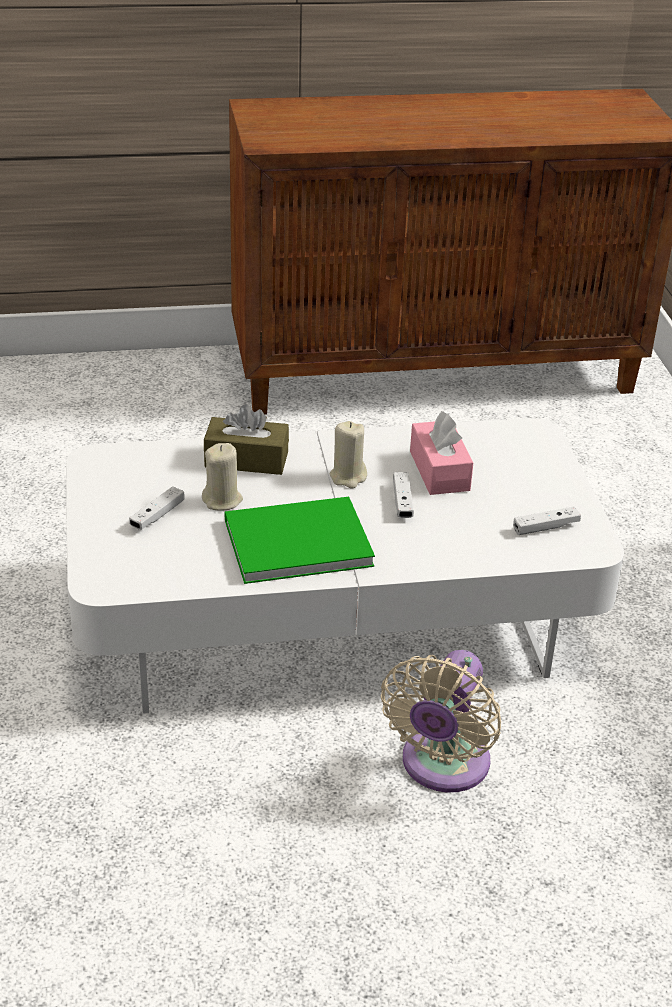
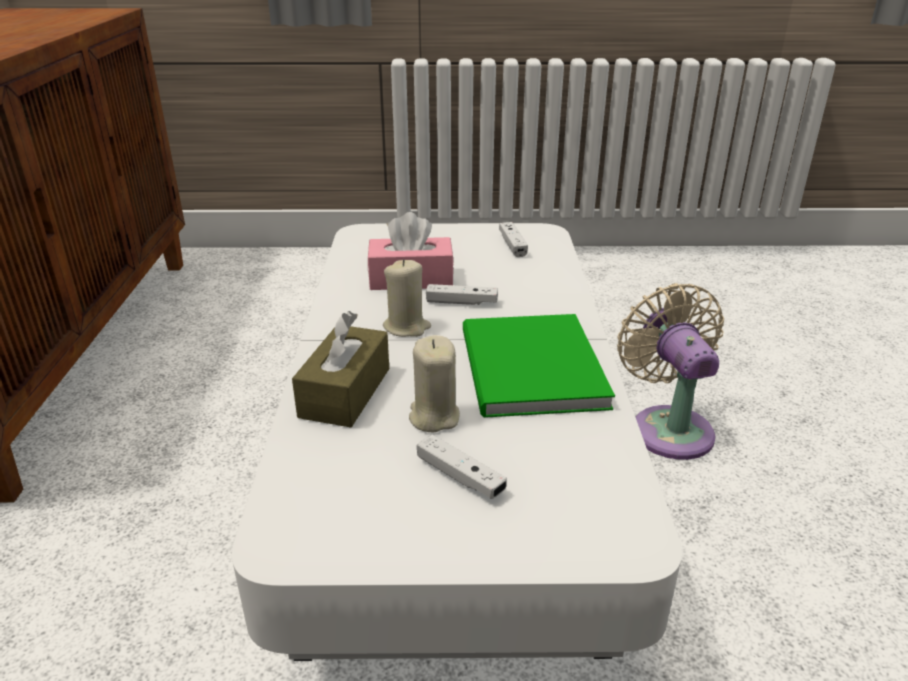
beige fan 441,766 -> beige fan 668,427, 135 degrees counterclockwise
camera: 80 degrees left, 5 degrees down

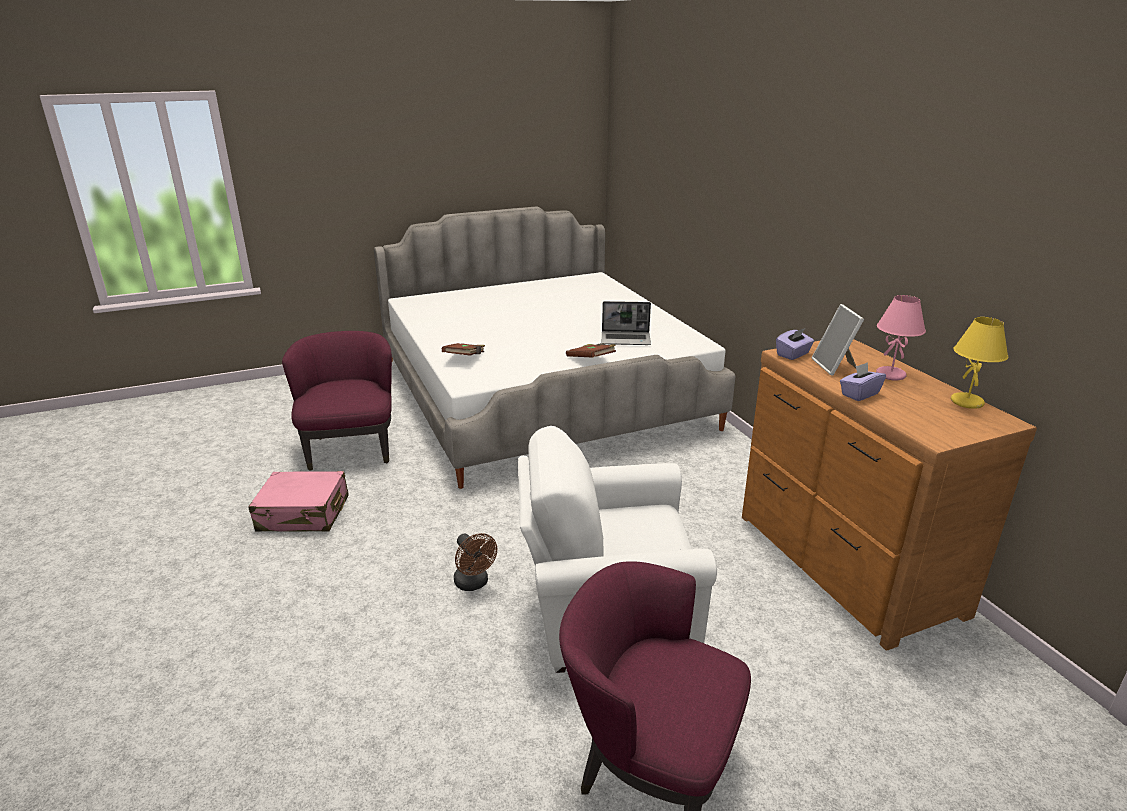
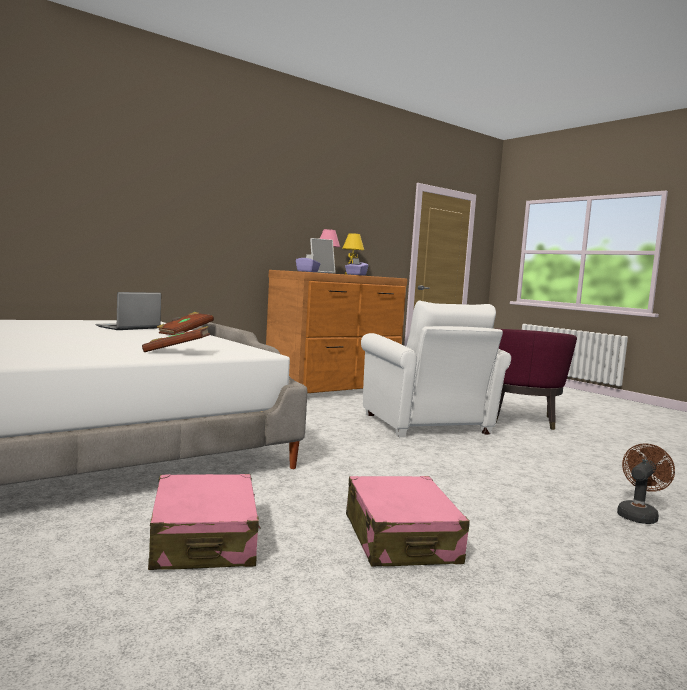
brown fan 474,584 -> brown fan 638,515, move
purple armchair 351,448 -> pink suitcase 204,541
laptop 626,339 -> laptop 128,327, 135 degrees counterclockwise
camera: 105 degrees left, 20 degrees down

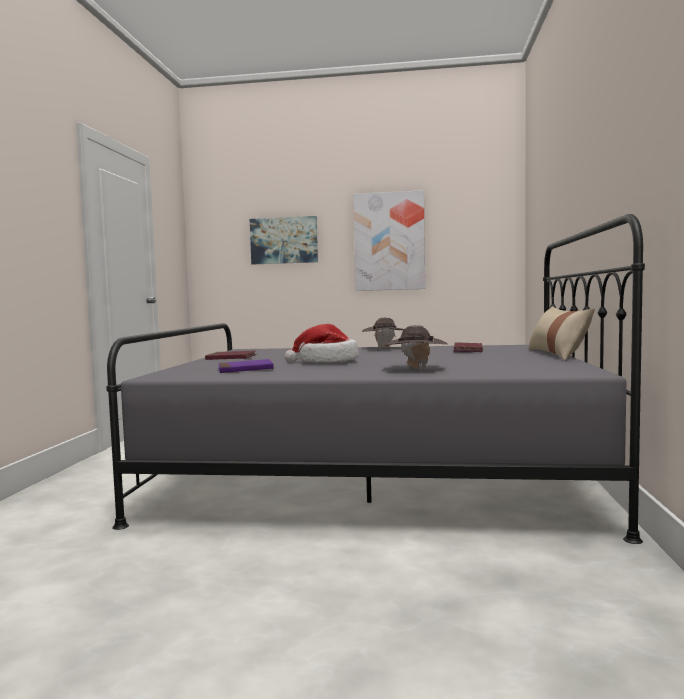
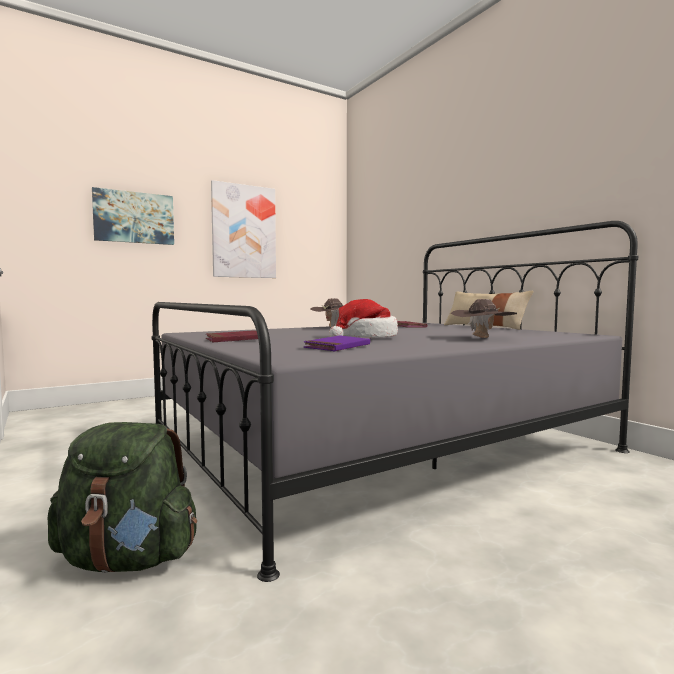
none -> green backpack 128,559
camera: 40 degrees left, 0 degrees up

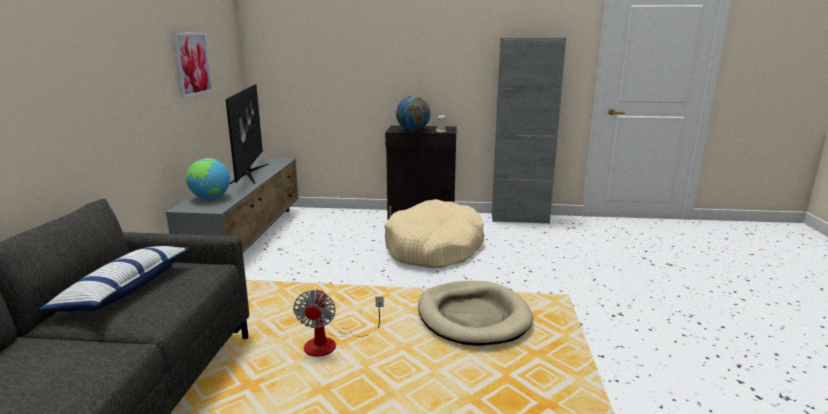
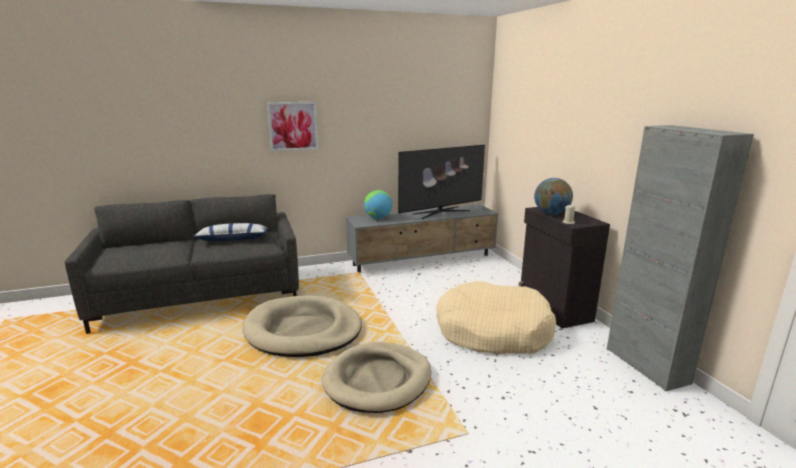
picture 192,64 -> picture 293,126, move
fan 331,344 -> beige dog bed 303,330
camera: 65 degrees right, 0 degrees up

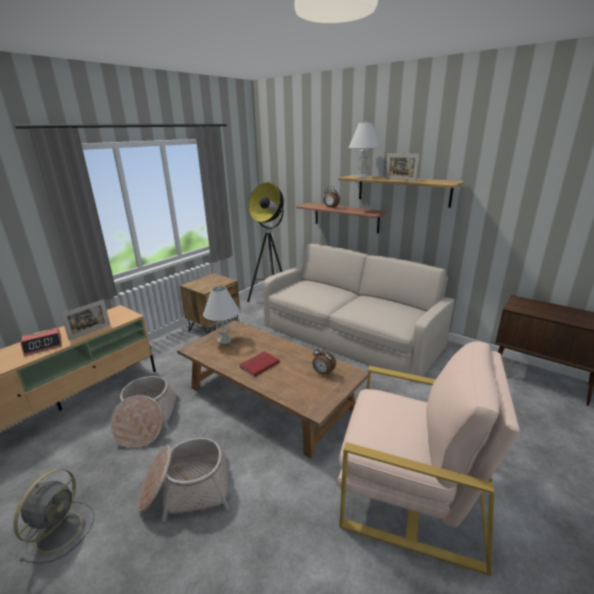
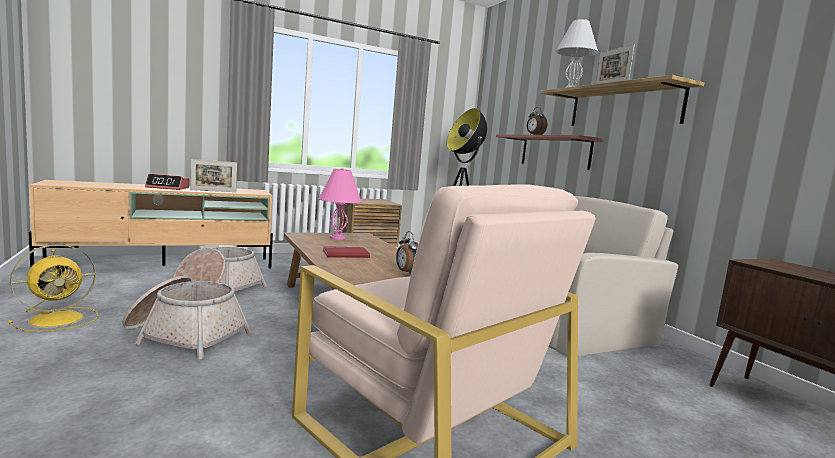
grey fan 60,529 -> yellow fan 59,319
white table lamp 224,340 -> pink table lamp 337,238
camera: 25 degrees right, 15 degrees down

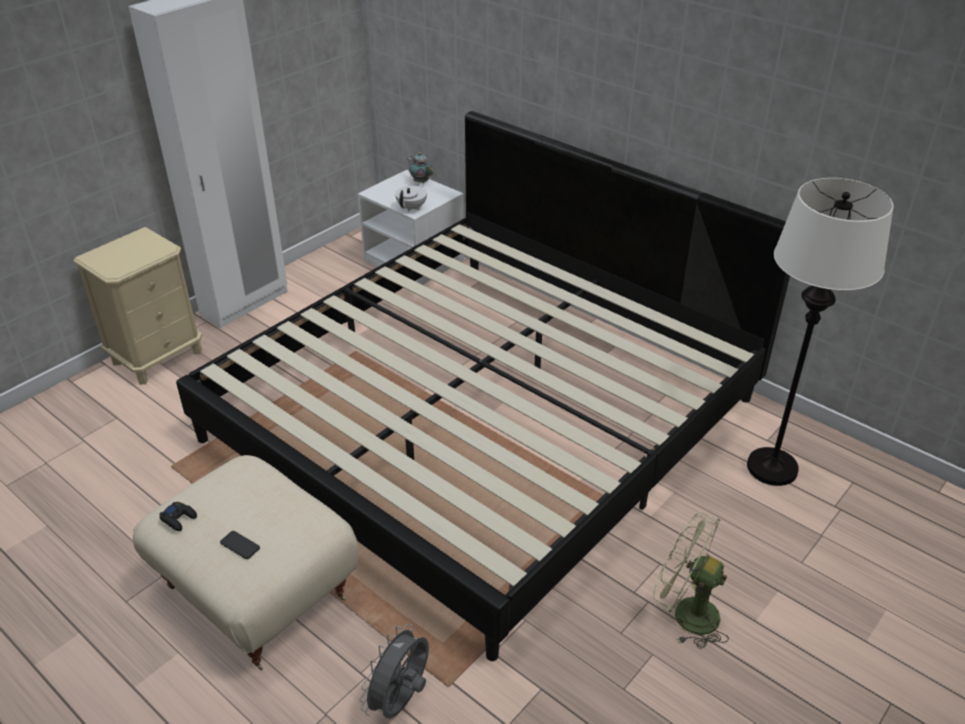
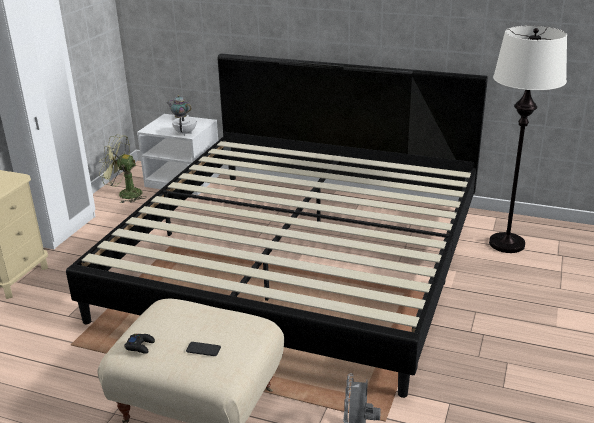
green fan 685,613 -> green fan 125,194, move
camera: 20 degrees left, 10 degrees down

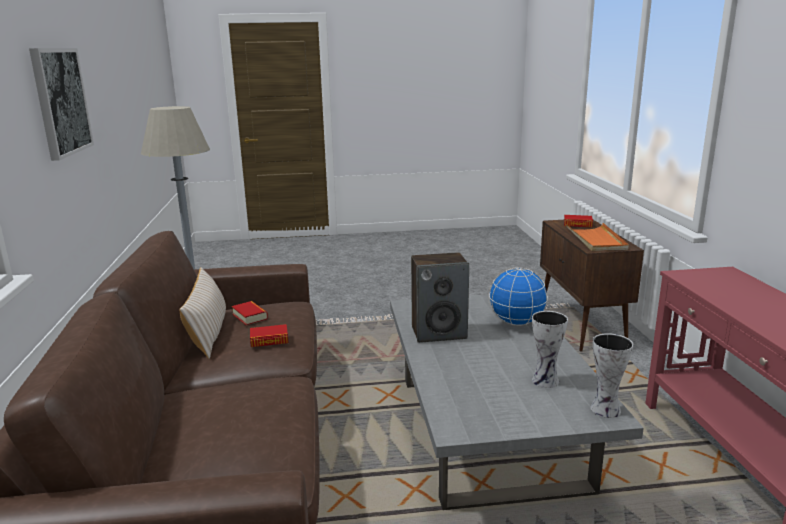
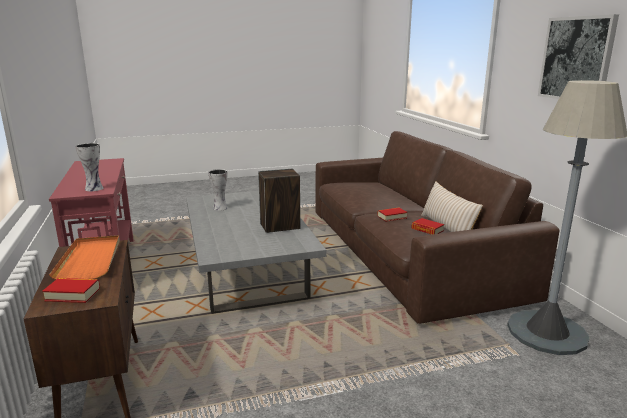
globe 516,322 -> none
vase 604,410 -> vase 95,188, move
camera: 170 degrees right, 0 degrees up

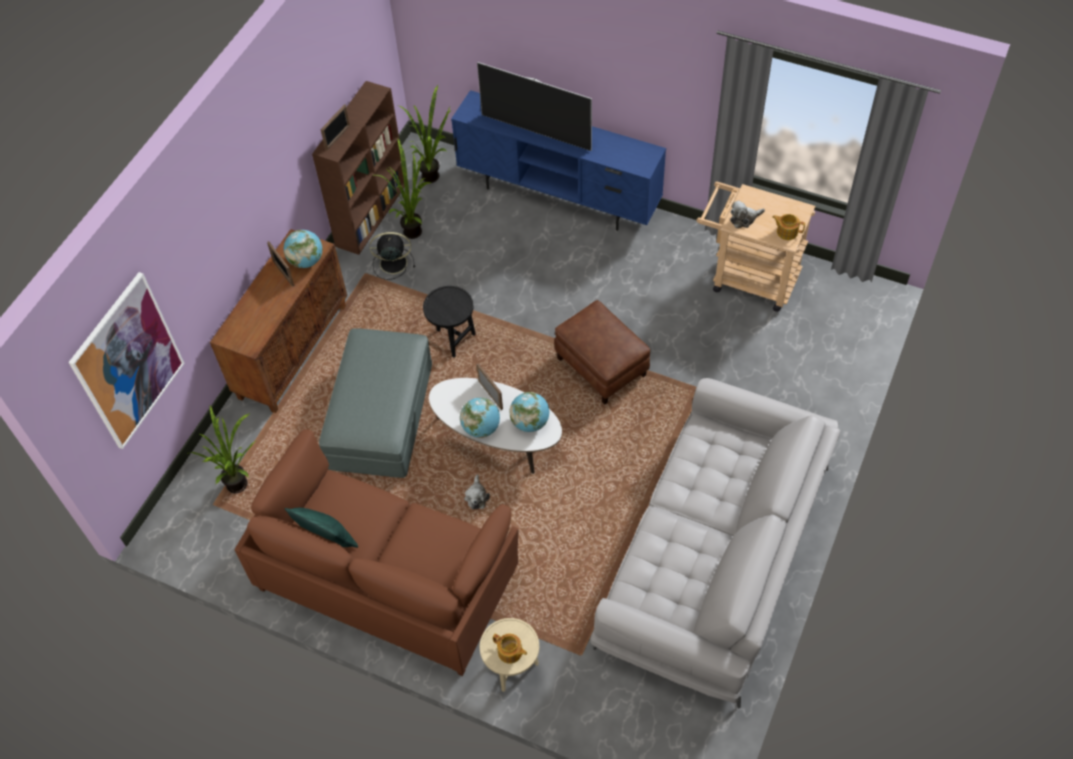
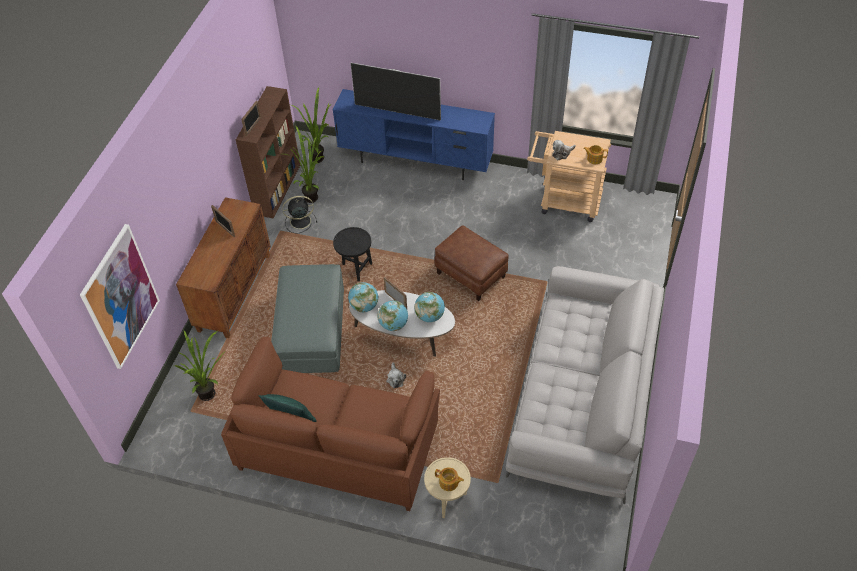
globe 306,261 -> globe 364,306, move
camera: 10 degrees left, 5 degrees down

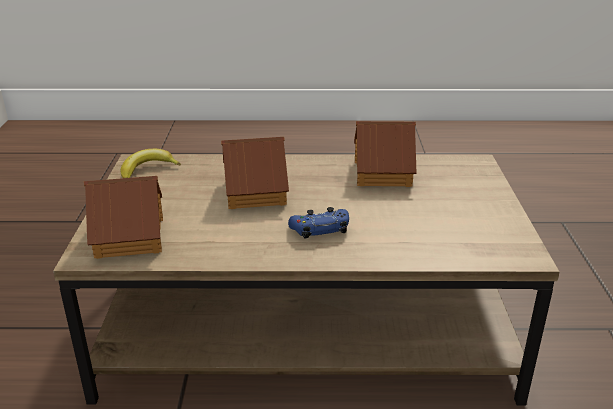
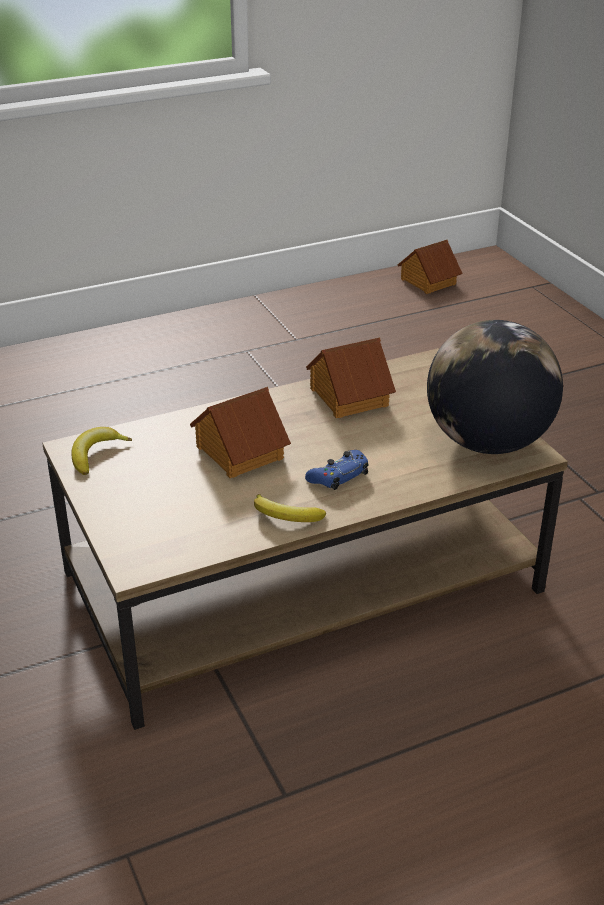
none -> banana 286,516
none -> globe 487,442
toy house 128,237 -> toy house 427,281, move
camera: 25 degrees left, 5 degrees up

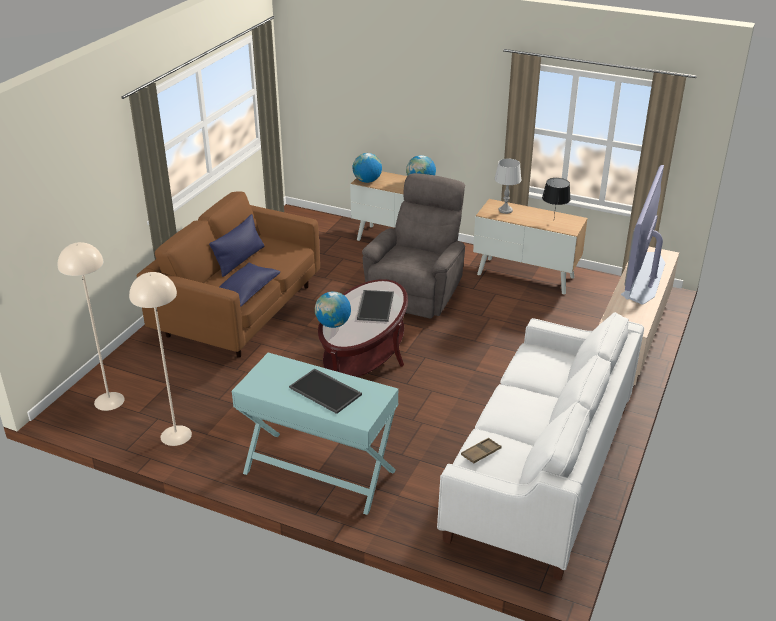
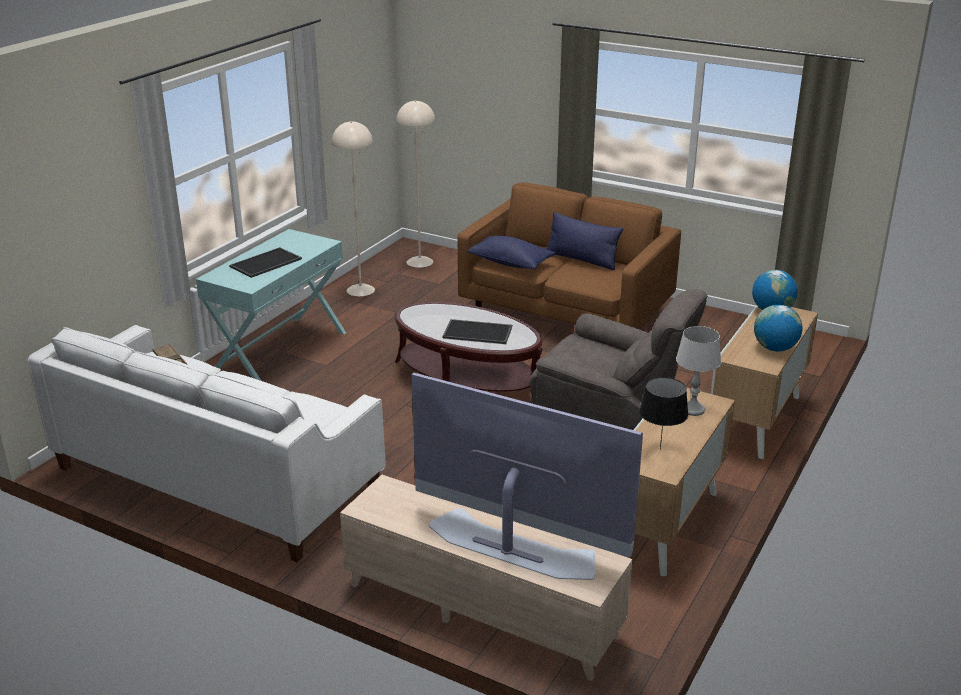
globe 333,324 -> none
camera: 95 degrees right, 5 degrees down

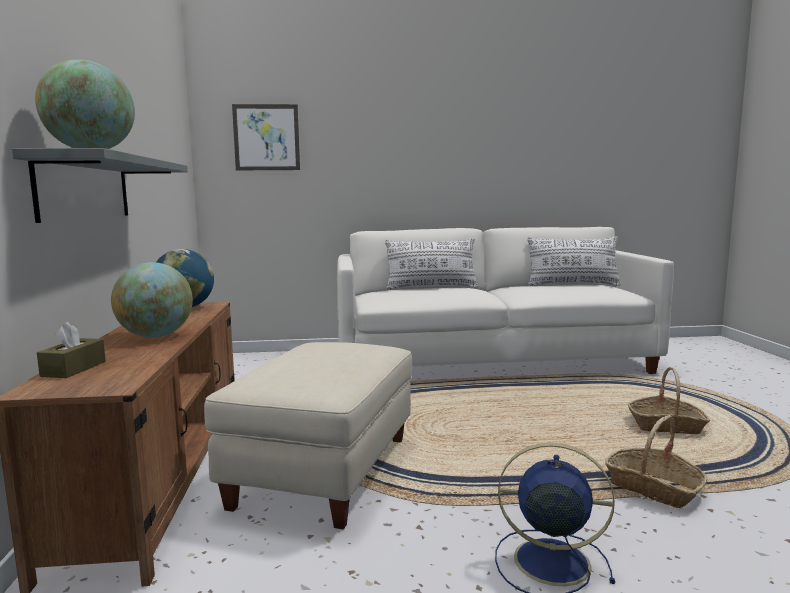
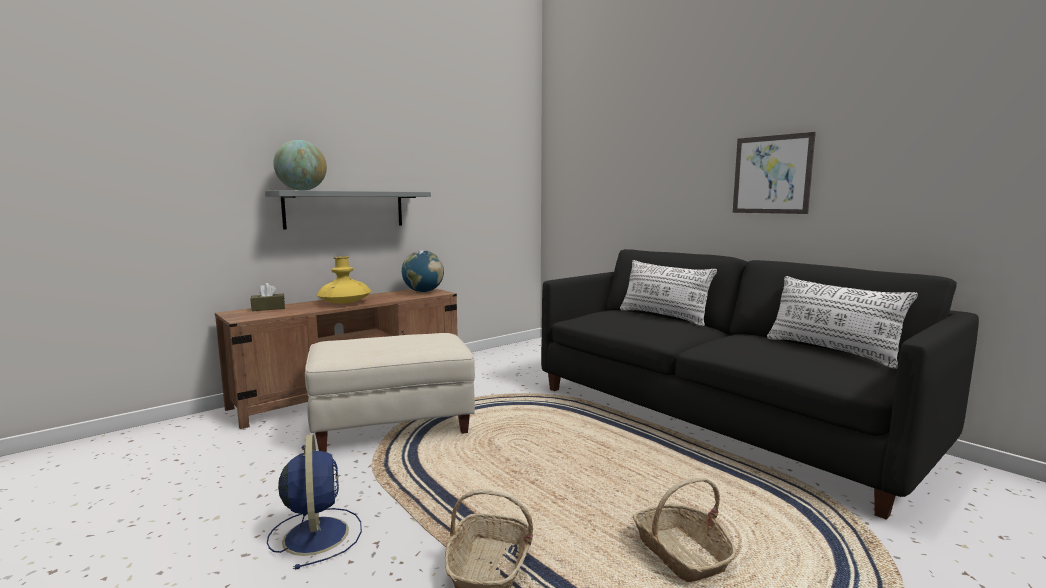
picture 266,137 -> picture 771,174, move
globe 156,336 -> yellow vase 345,303
white sofa 491,361 -> black sofa 716,417
camera: 55 degrees right, 0 degrees up

